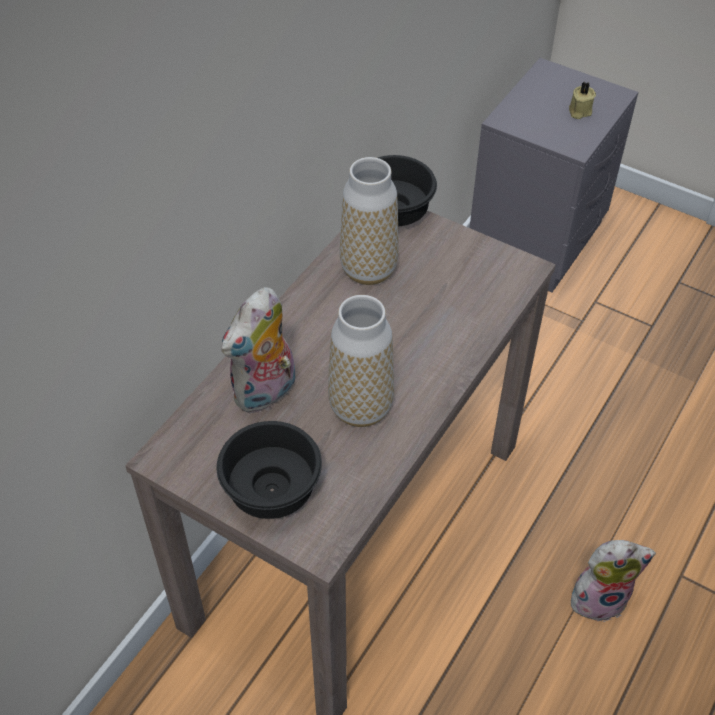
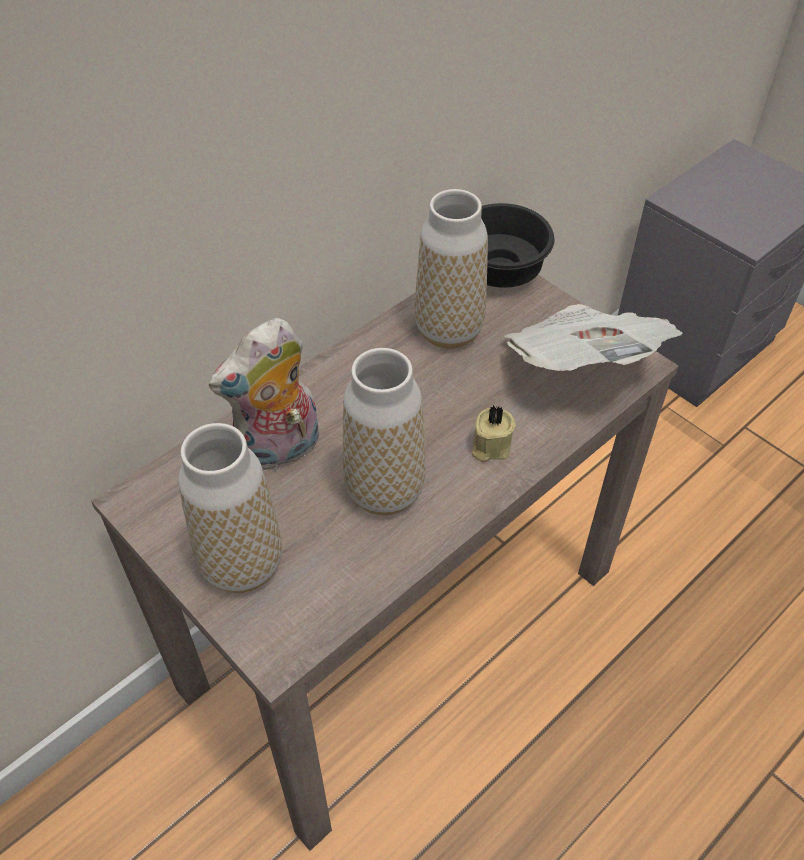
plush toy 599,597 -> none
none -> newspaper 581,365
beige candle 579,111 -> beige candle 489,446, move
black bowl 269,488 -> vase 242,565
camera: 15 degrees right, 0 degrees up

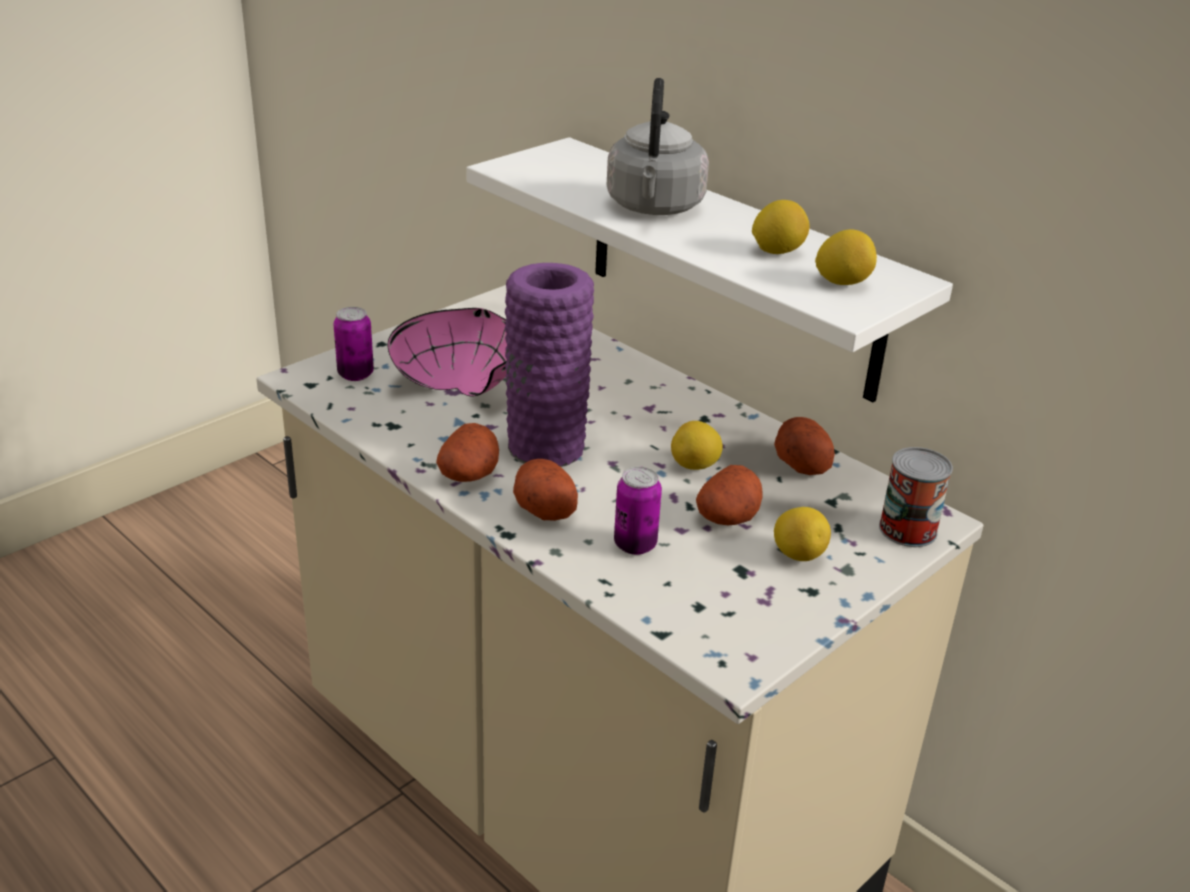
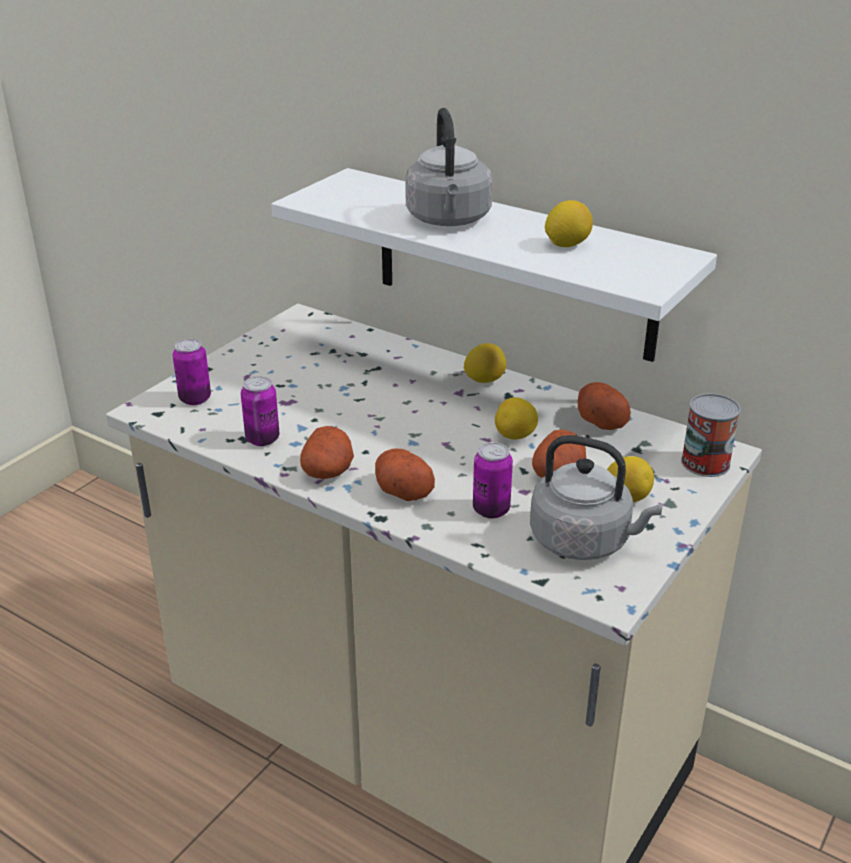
pink bowl 461,382 -> none
purple vase 546,446 -> none
none -> can 262,439
none -> grey kettle 585,541
lemon 842,282 -> lemon 484,380, move
camera: 10 degrees left, 0 degrees up

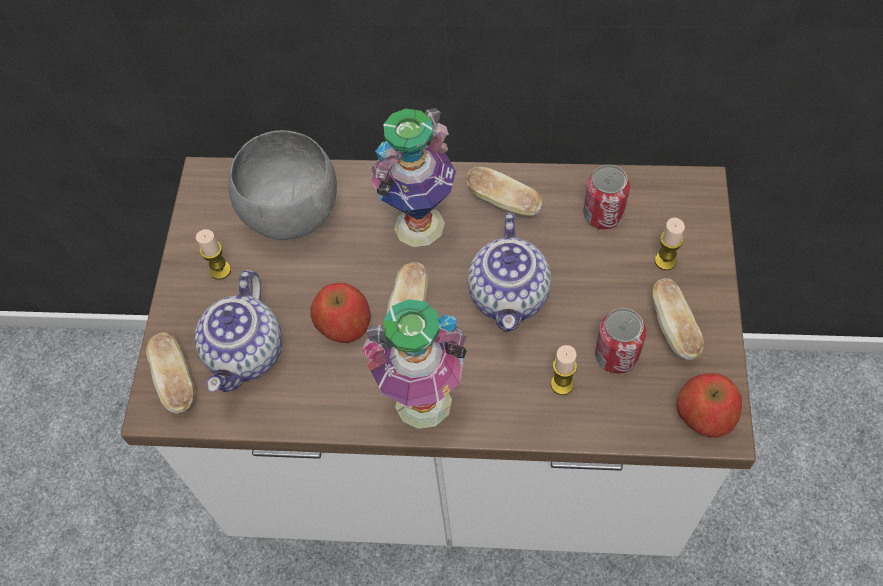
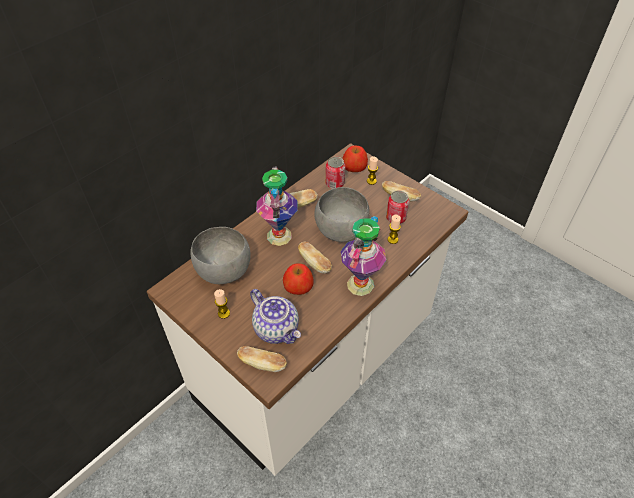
apple 705,414 -> apple 354,167, move
teapot 510,297 -> grey bowl 341,230
camera: 55 degrees left, 10 degrees down

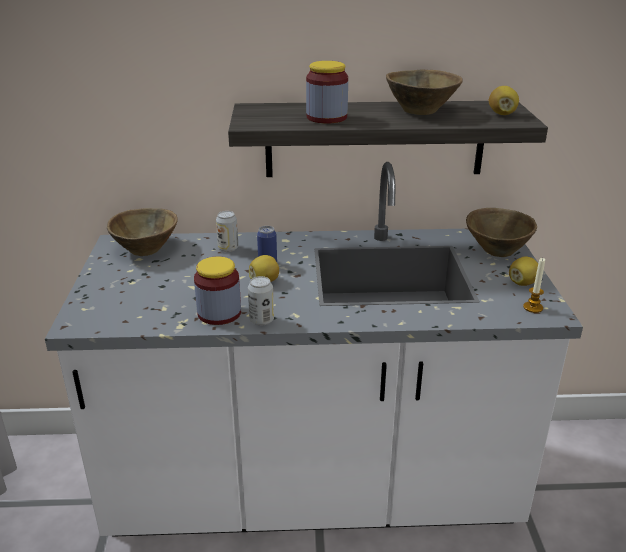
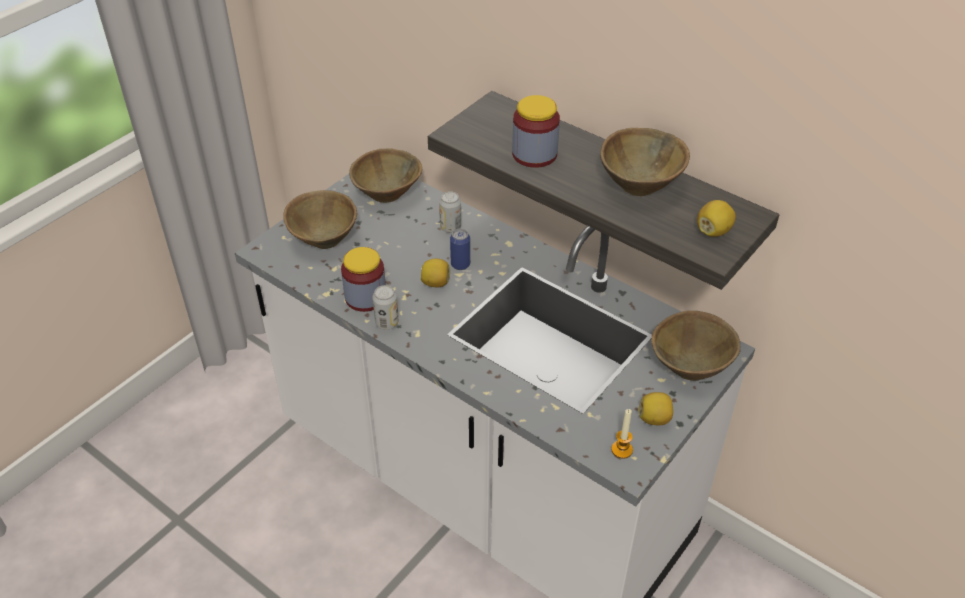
none -> brown bowl 323,238
camera: 40 degrees right, 15 degrees up

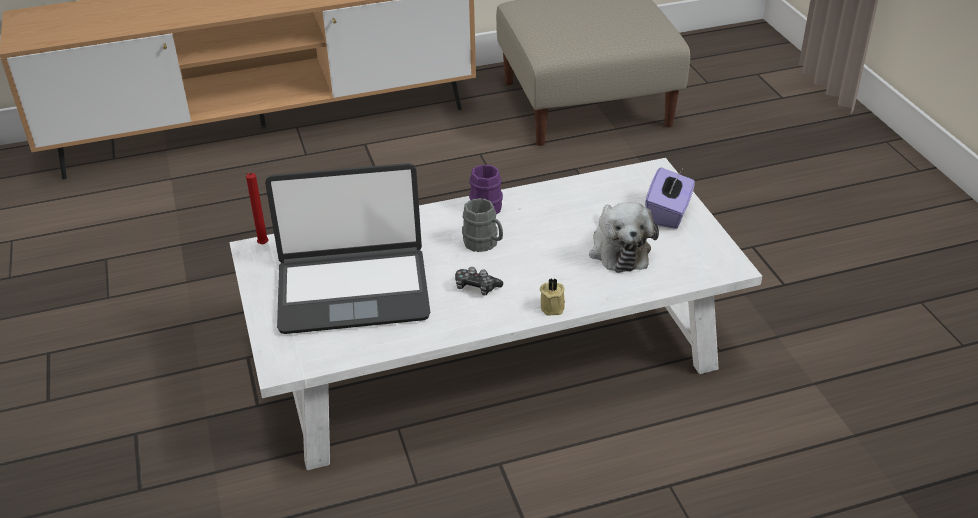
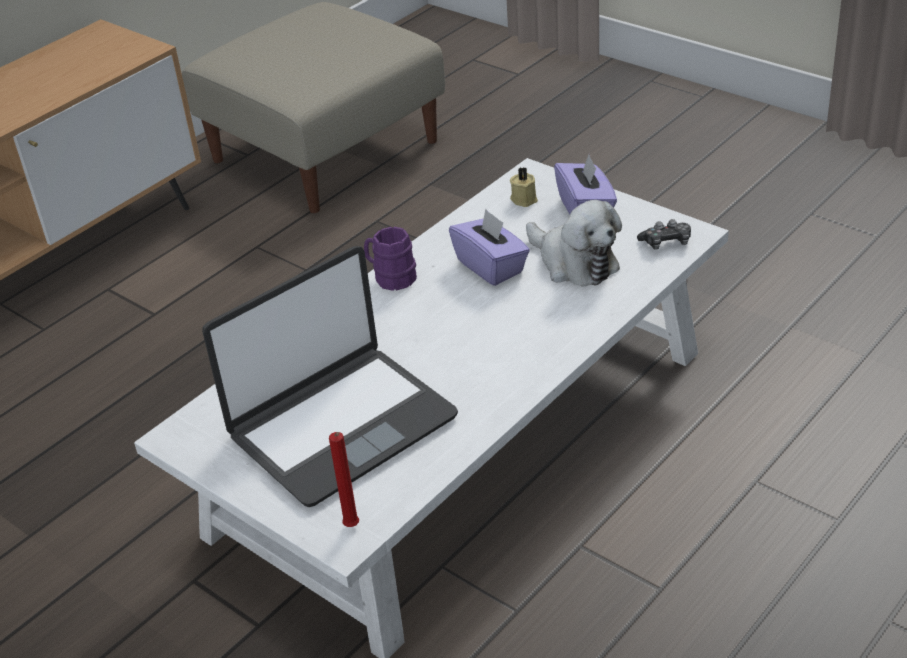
grey mug 484,244 -> none
none -> purple tissue box 491,266
red candle 262,245 -> red candle 352,528, move
game controller 476,287 -> game controller 666,242, move
beige candle 553,306 -> beige candle 524,199, move
camera: 30 degrees left, 0 degrees up

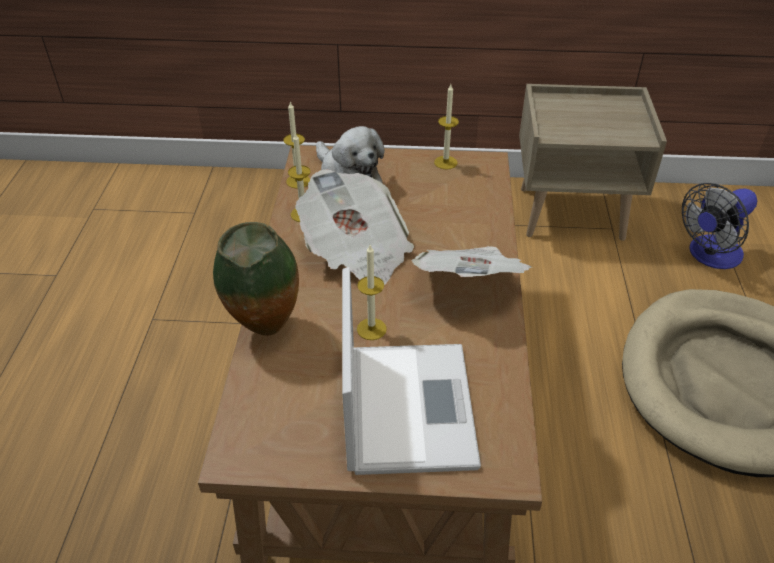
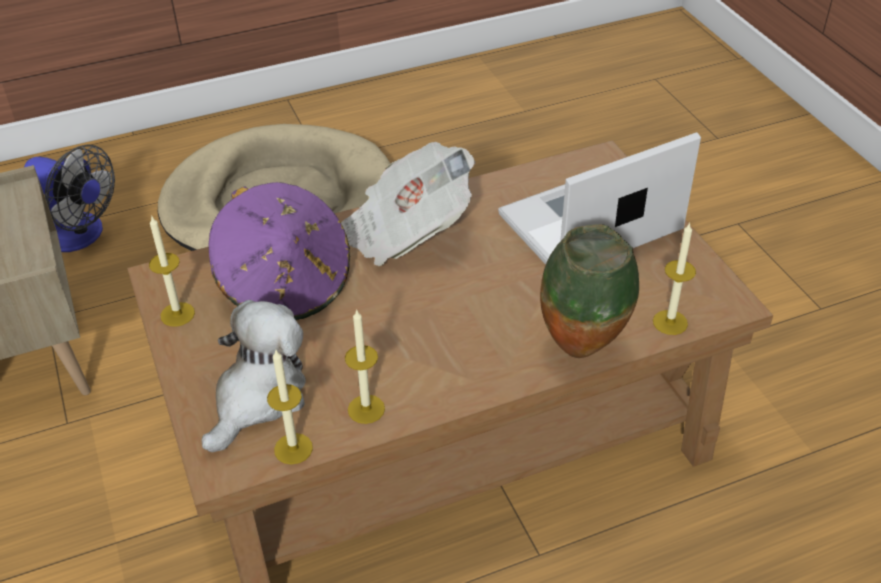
newspaper 356,252 -> none
none -> purple hat 285,284
candle 371,329 -> candle 670,322, move
camera: 115 degrees left, 0 degrees up

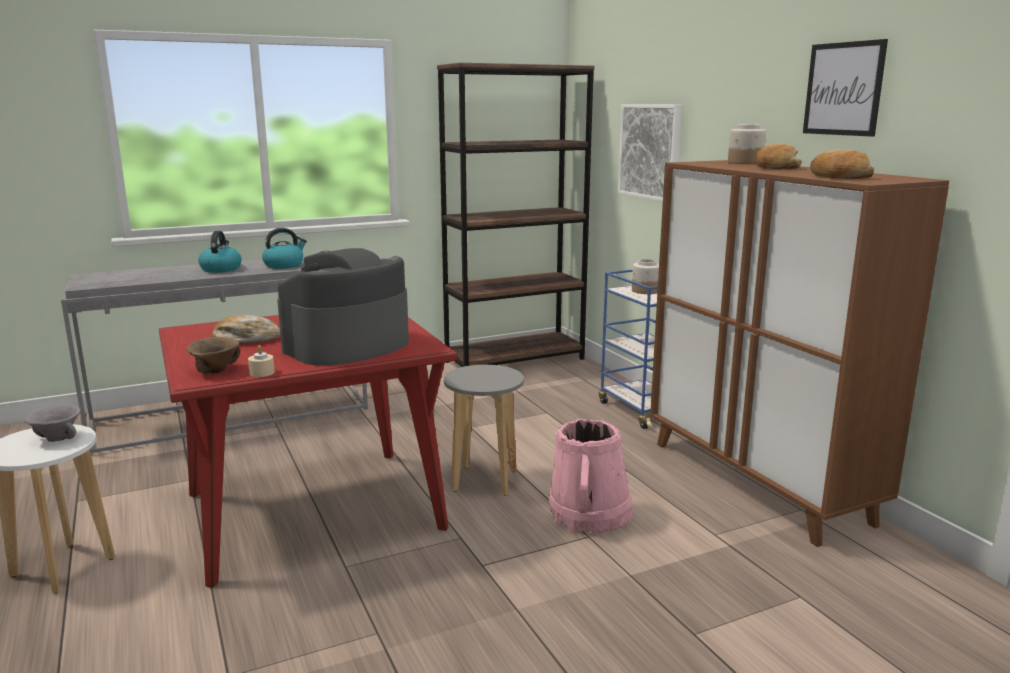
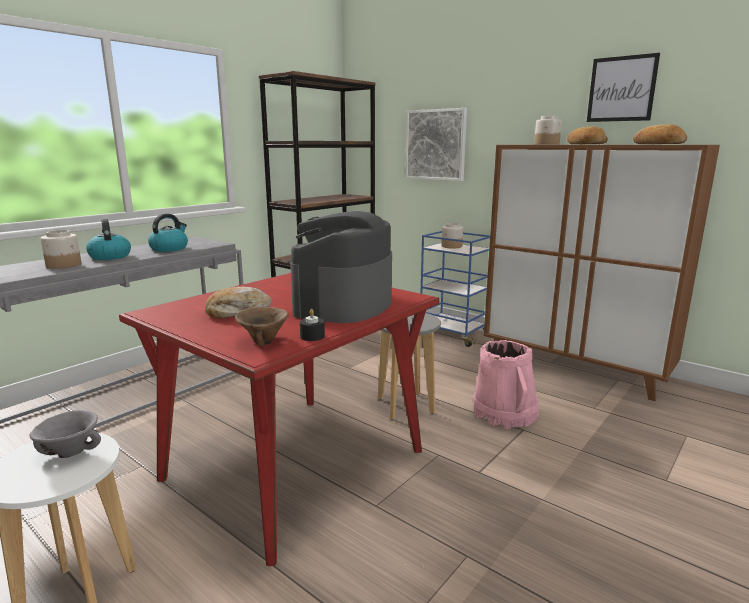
none -> jar 64,265
beige candle 262,372 -> black candle 312,336
camera: 25 degrees left, 0 degrees up

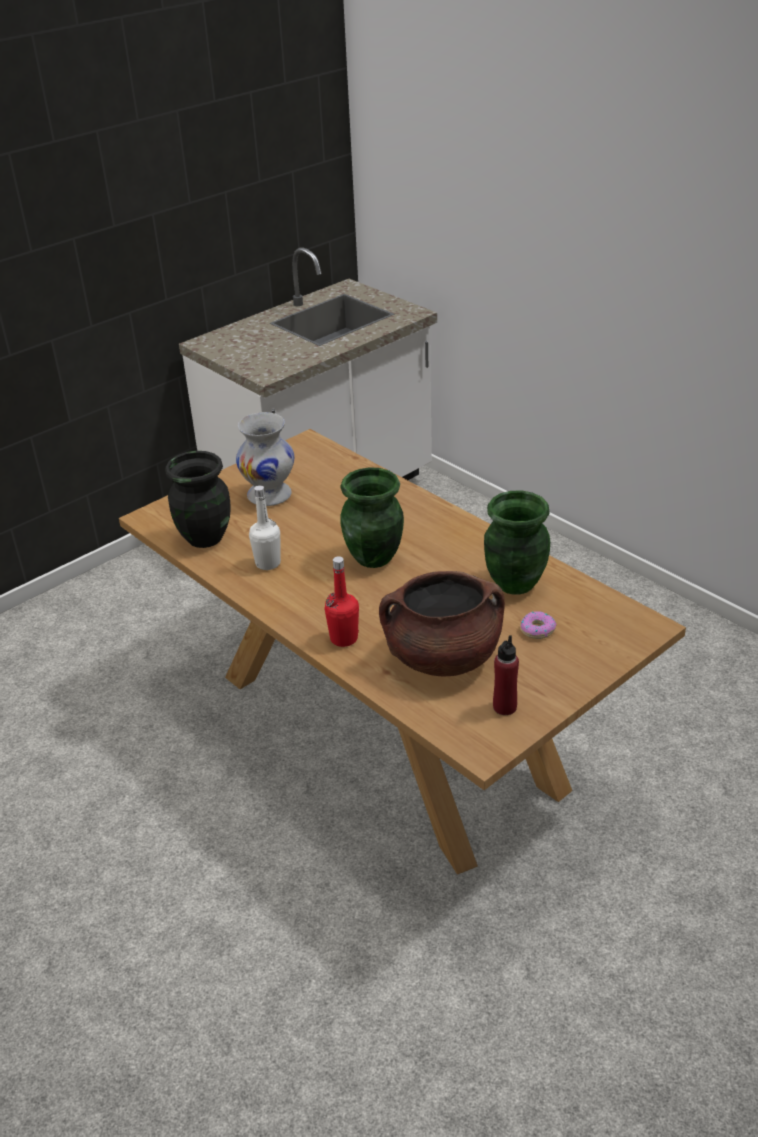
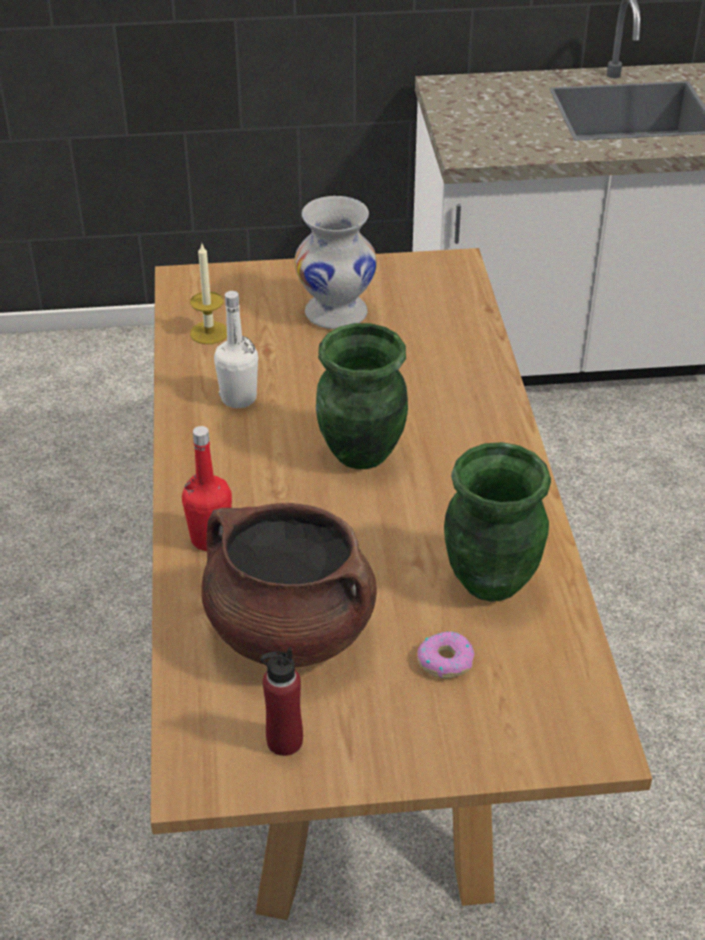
black vase 204,538 -> candle 209,333
camera: 35 degrees right, 5 degrees up

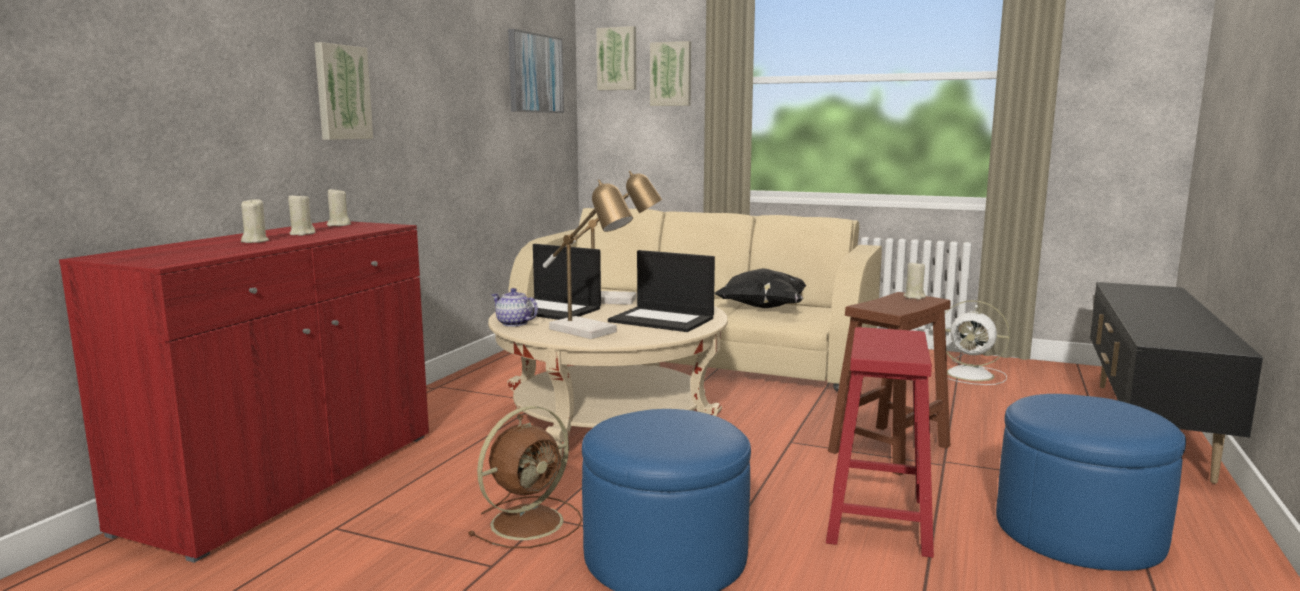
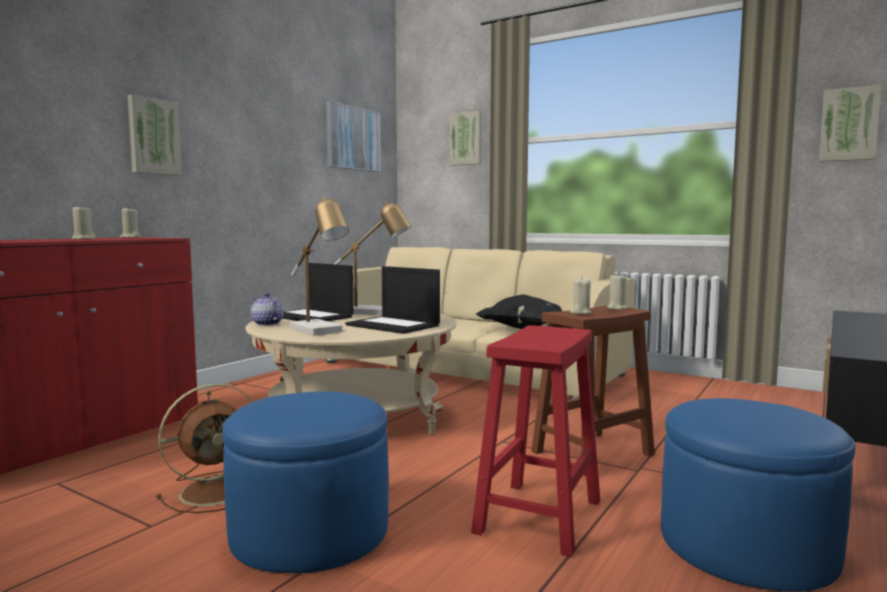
white fan 972,375 -> none
beige candle 255,241 -> beige candle 580,312, move
picture 617,59 -> picture 849,124, move
camera: 10 degrees right, 5 degrees down

